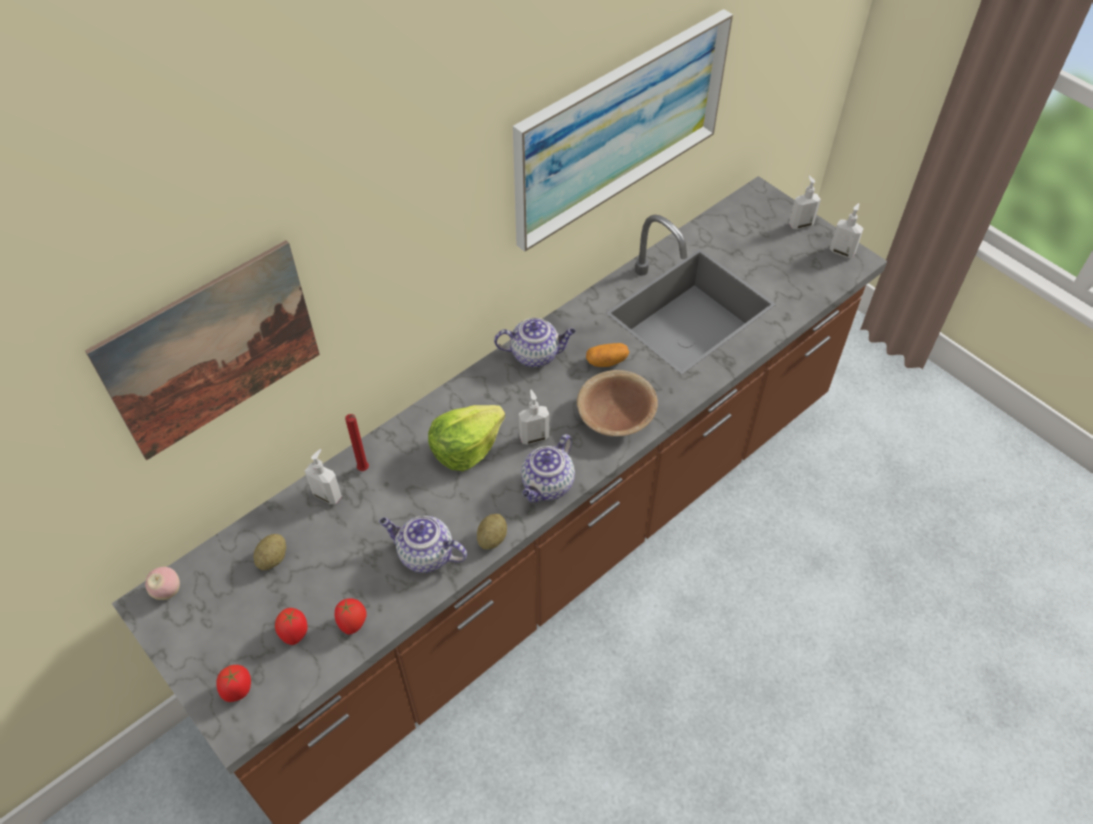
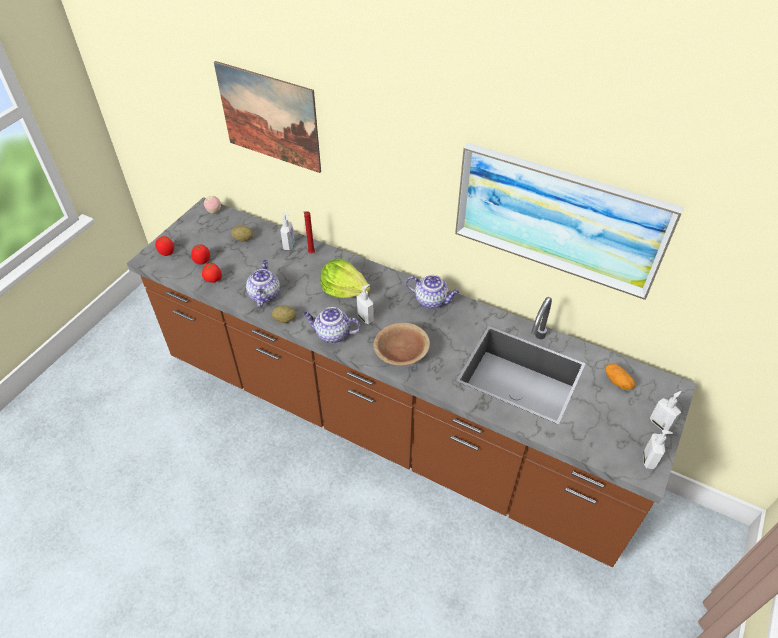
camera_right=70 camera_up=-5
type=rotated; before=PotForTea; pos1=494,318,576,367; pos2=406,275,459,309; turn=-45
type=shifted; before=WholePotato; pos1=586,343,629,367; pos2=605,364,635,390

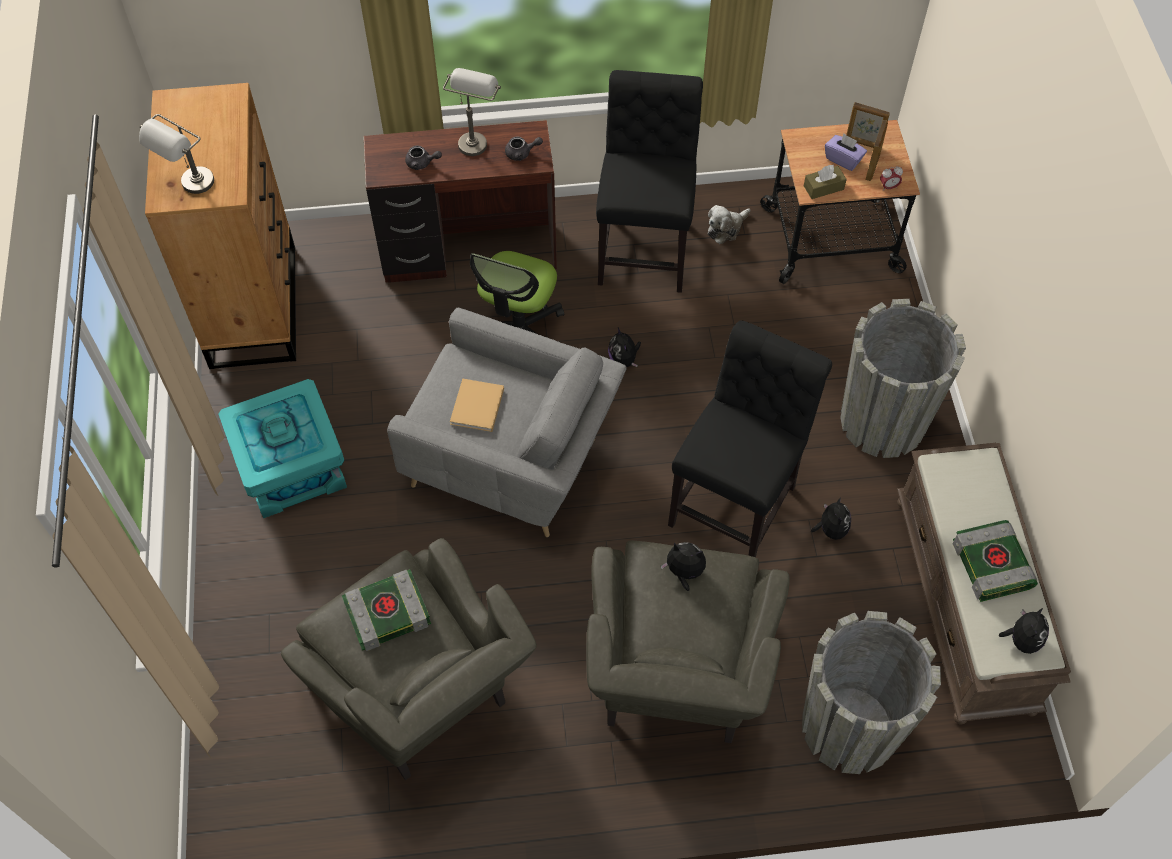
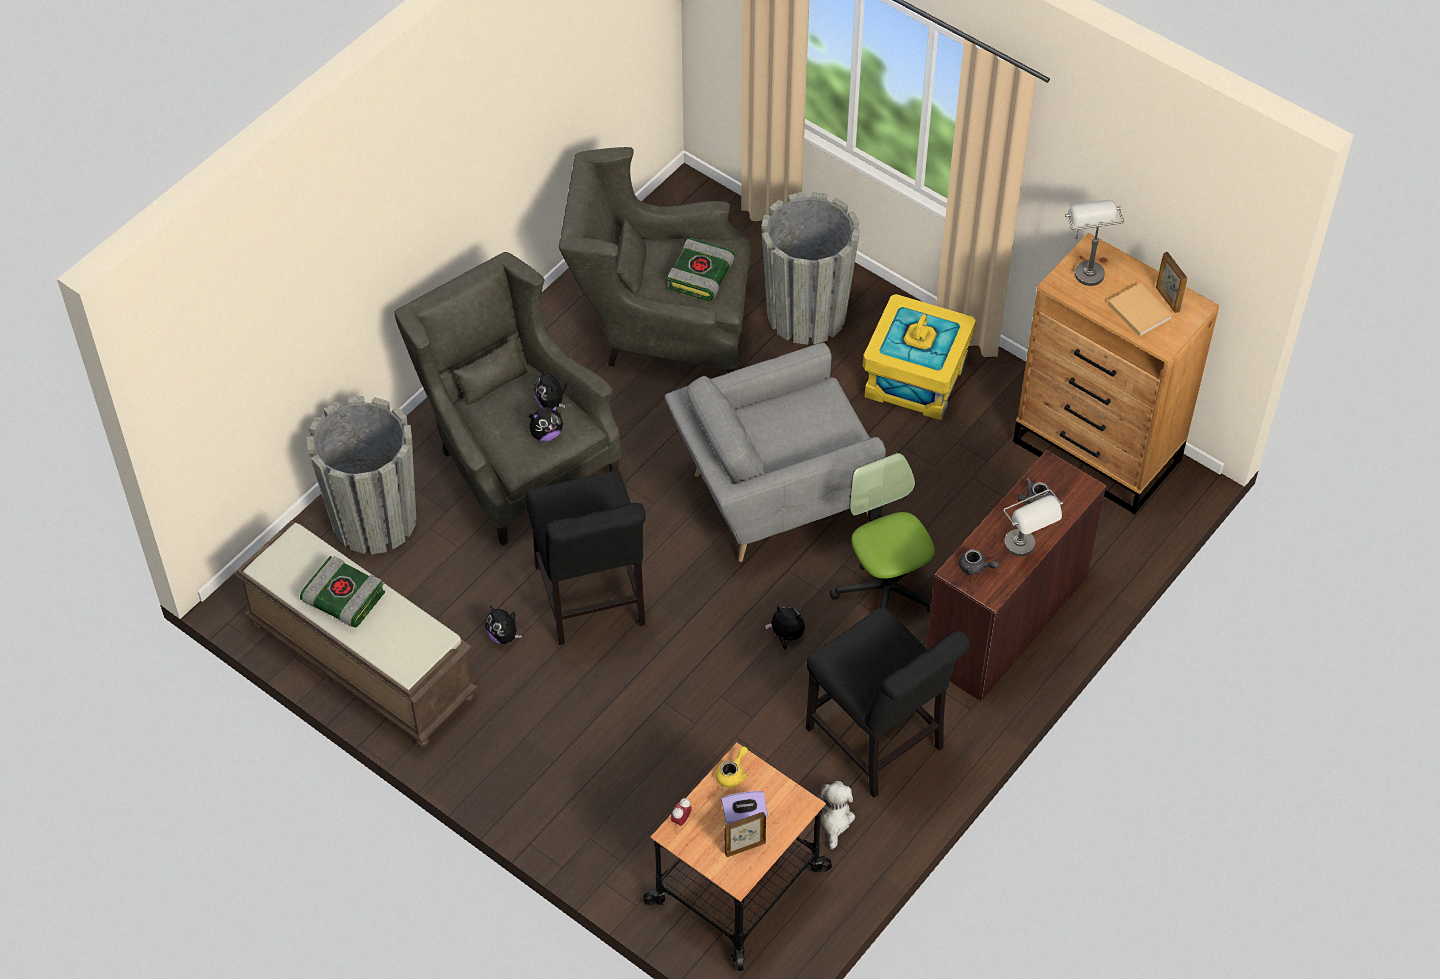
camera_right=135 camera_up=-5
type=shifted; before=StandingFrame; pos1=866,120,888,181; pos2=1156,252,1187,313
type=rotated; before=GreyishPotForTea; pos1=505,136,543,161; pos2=959,549,999,575; turn=-105
type=swapped; before=BrownishTissueBox; after=YellowColouredPotForTea; pos1=804,165,847,199; pos2=716,746,749,788
type=shifted; before=GreyishFlowerPot; pos1=840,299,966,458; pos2=761,192,860,345
type=shifted; before=SandColouredBook; pos1=450,378,504,432; pos2=1108,283,1173,337
type=repainted; before=BlueGreenStorageBox; after=YellowColouredStorageBox; pos1=218,379,347,518; pos2=863,294,976,420
type=shifted; before=CuddlyToy; pos1=999,608,1049,654; pos2=534,368,567,408

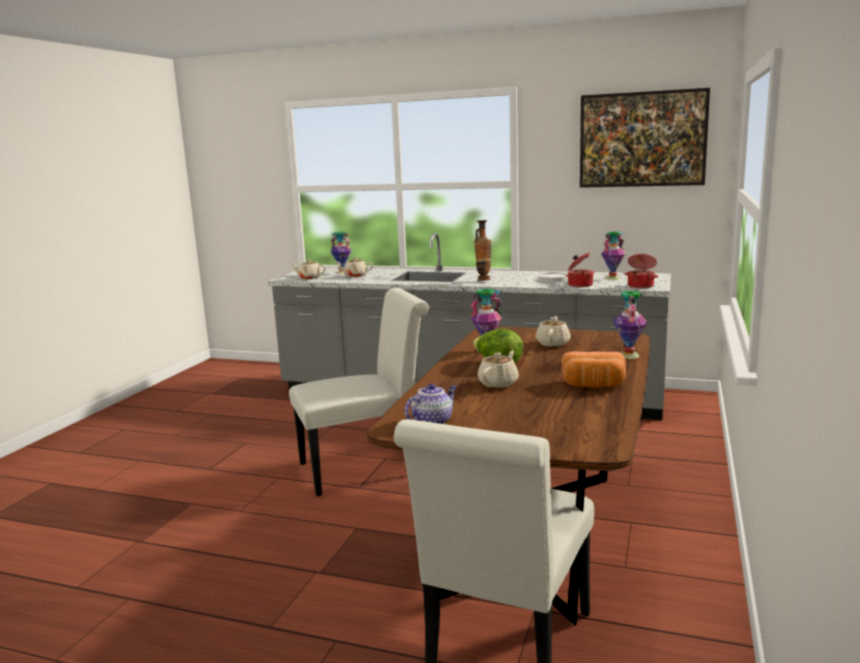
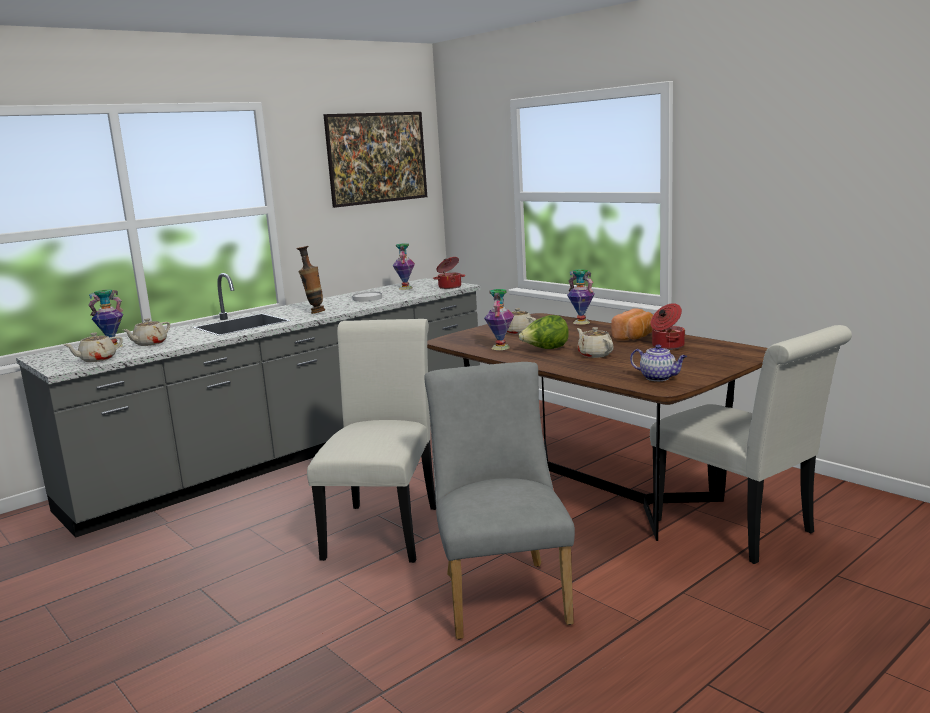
camera_right=-60 camera_up=0
type=shifted; before=Stockpot; pos1=566,252,595,287; pos2=650,303,685,350
type=rotated; before=PotForTea; pos1=405,384,457,424; pos2=630,344,687,381; turn=135
type=new; after=GreyishPlainChair; pos2=424,362,575,639

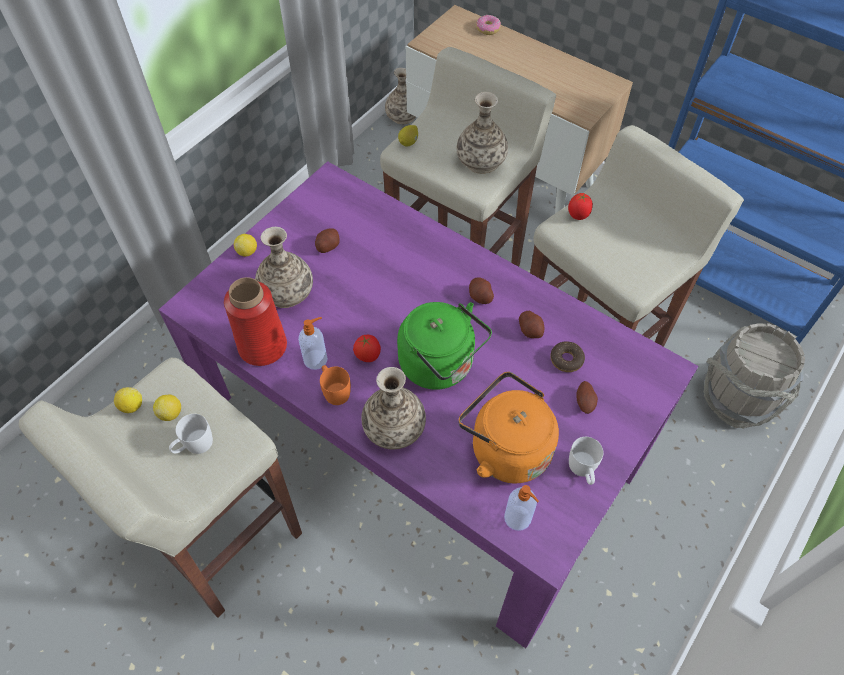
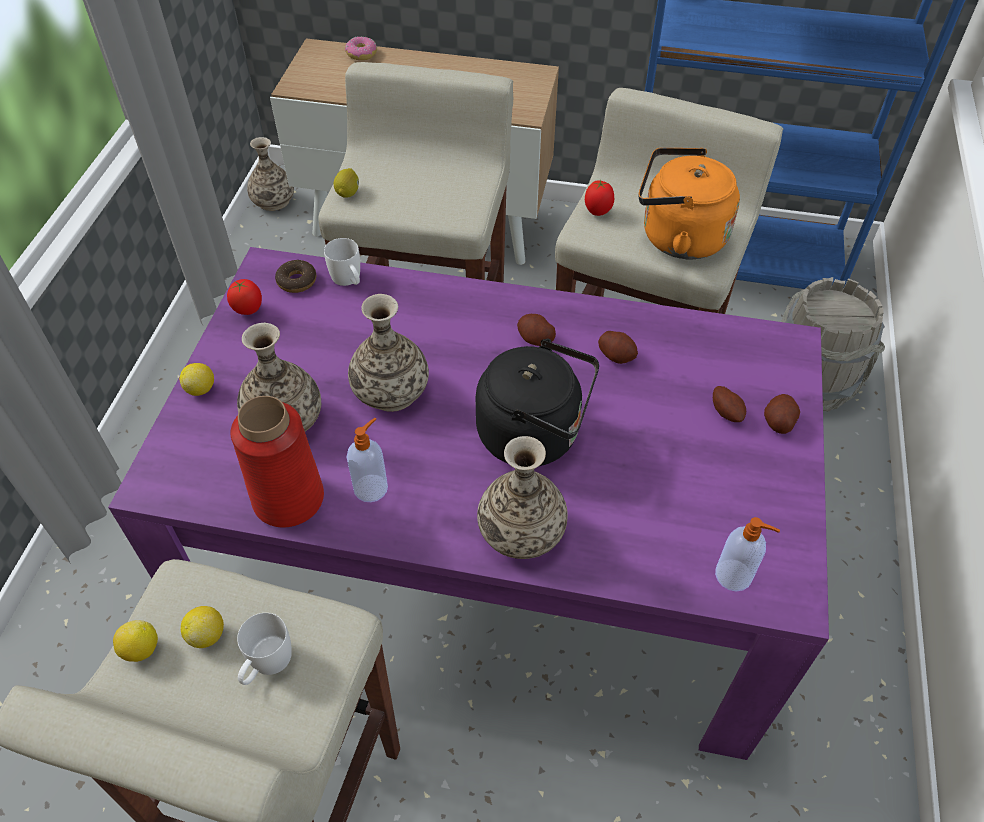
camera_right=-25 camera_up=-5
type=shifted; before=DecorativeVase; pos1=457,92,508,174; pos2=348,294,429,412
type=shifted; before=WholePotato; pos1=315,228,340,253; pos2=764,394,800,434
type=repainted; before=GreenishWaterKettle; after=BlackishWaterKettle; pos1=397,302,492,390; pos2=475,339,599,466
type=shifted; before=WholeTomato; pos1=353,335,381,362; pos2=227,279,262,315
type=shifted; before=RingDoughnut; pos1=550,341,585,372; pos2=275,260,316,293
type=gone; before=OrangeMug; pos1=320,365,351,405
type=shifted; before=OrangeWaterKettle; pos1=458,372,559,484; pos2=639,147,740,260
type=shifted; before=WhiteMug; pos1=569,437,603,485; pos2=324,238,360,286

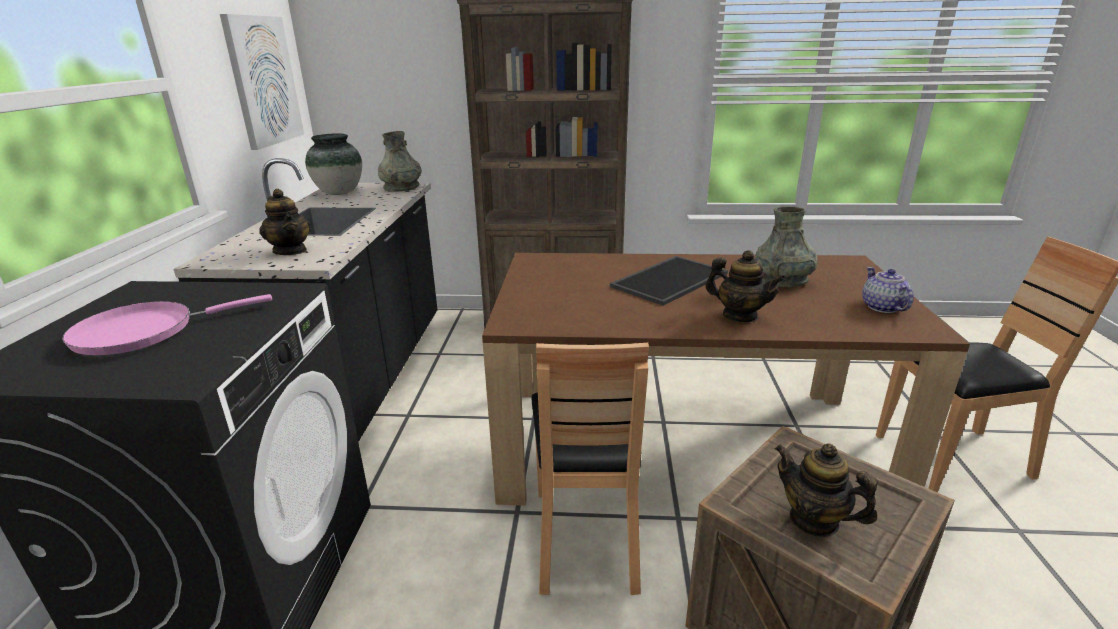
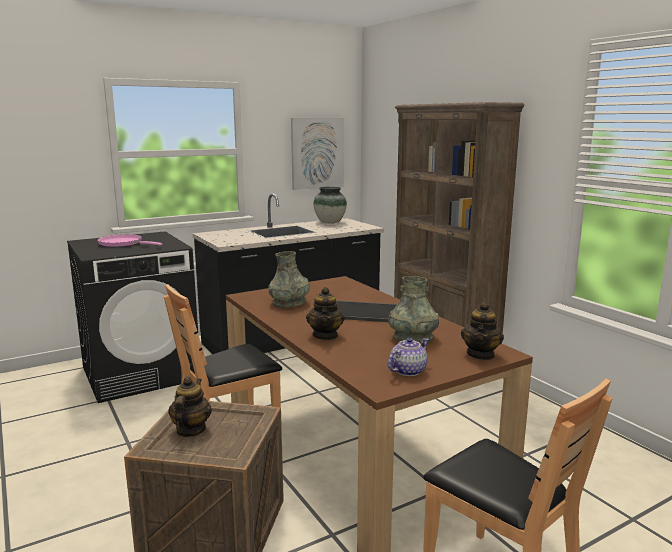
camera_right=55 camera_up=-10
type=shifted; before=GreyishDecorativeVase; pos1=378,131,422,191; pos2=268,251,310,308
type=shifted; before=PotForTea; pos1=259,189,311,255; pos2=461,302,504,360

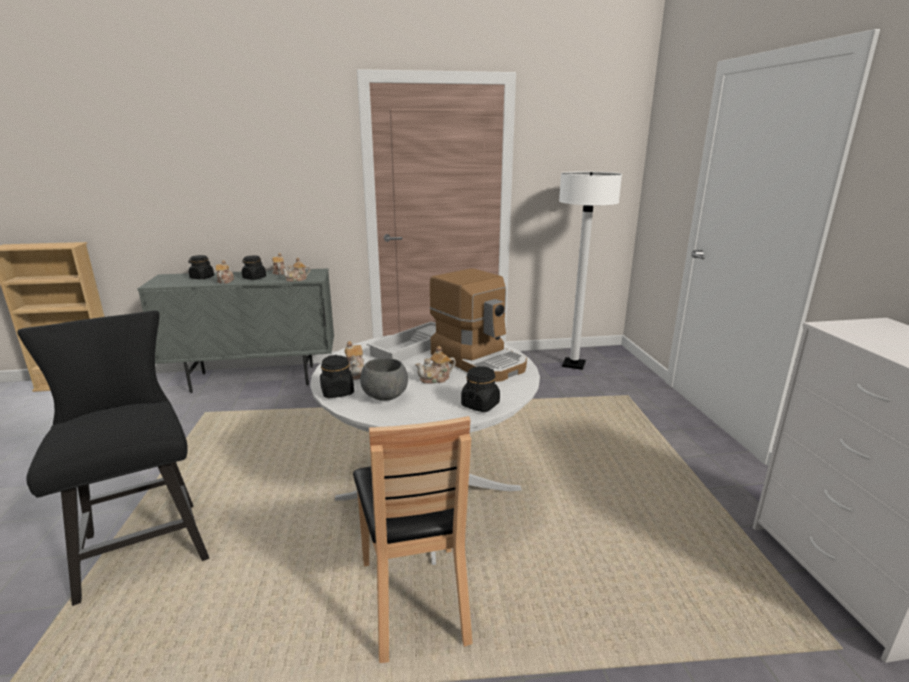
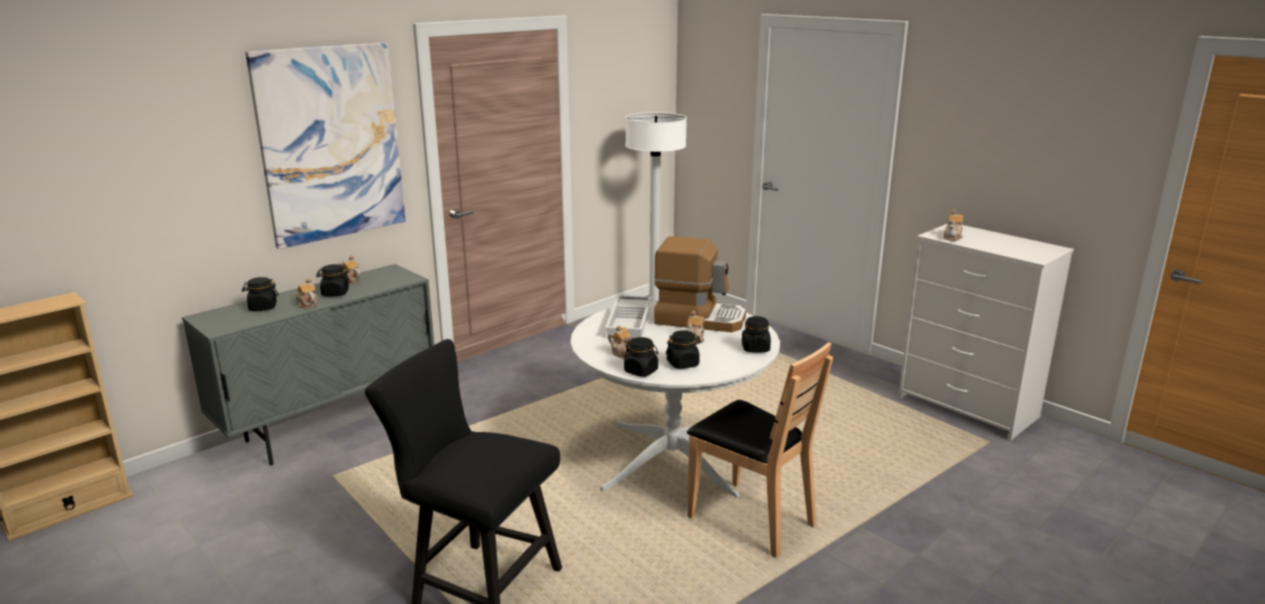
camera_right=-35 camera_up=0
type=shifted; before=PotForTea; pos1=282,257,310,282; pos2=944,210,963,241
type=swapped; before=GreyishServingBowl; after=BlackishJar; pos1=360,358,408,401; pos2=666,330,701,369
type=new; after=Picture; pos2=245,42,406,249

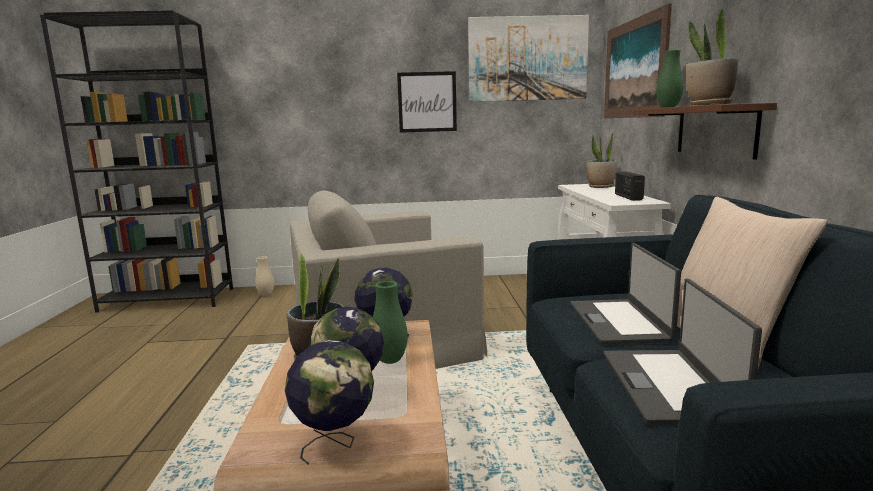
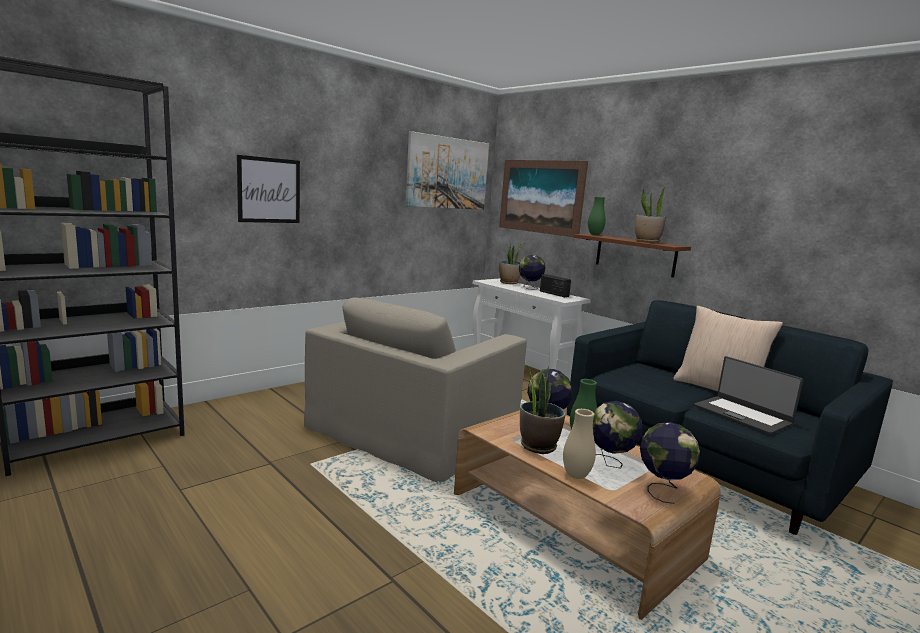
camera_right=-40 camera_up=0
type=shifted; before=Picture; pos1=397,71,457,133; pos2=237,155,300,223
type=gone; before=PortableComputer; pos1=570,243,681,344
type=shifted; before=SandColouredDecorativeVase; pos1=255,256,274,296; pos2=563,409,596,479
type=new; after=Globe; pos2=519,255,545,289

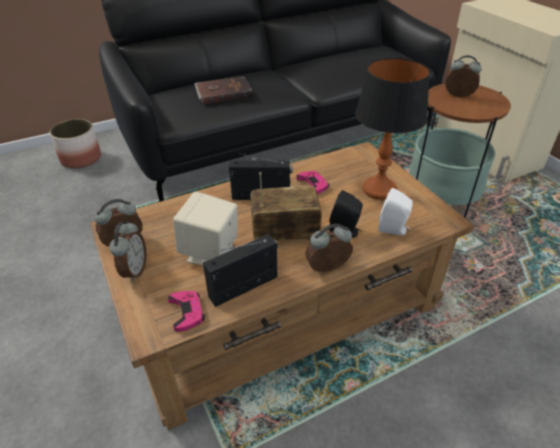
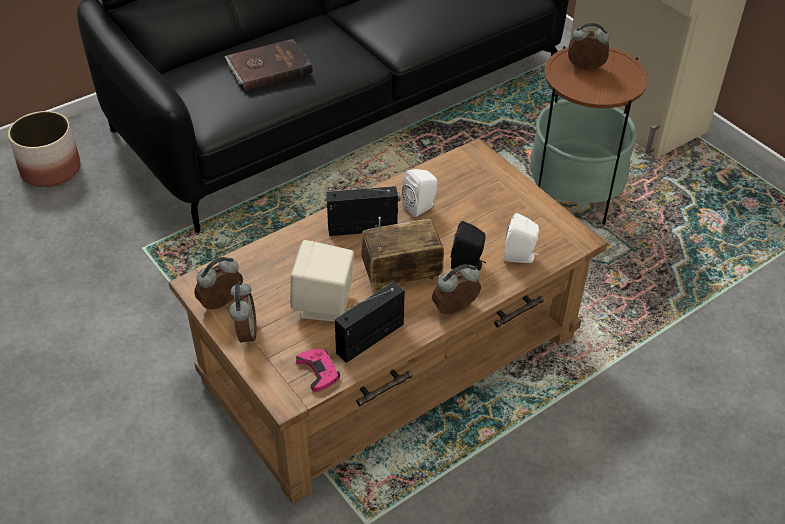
camera_right=-10 camera_up=5
type=gone; before=TableLamp; pos1=355,58,430,200
type=swapped; before=PinkColouredGameController; after=WhiteLoudspeaker; pos1=296,171,329,194; pos2=401,169,438,217

